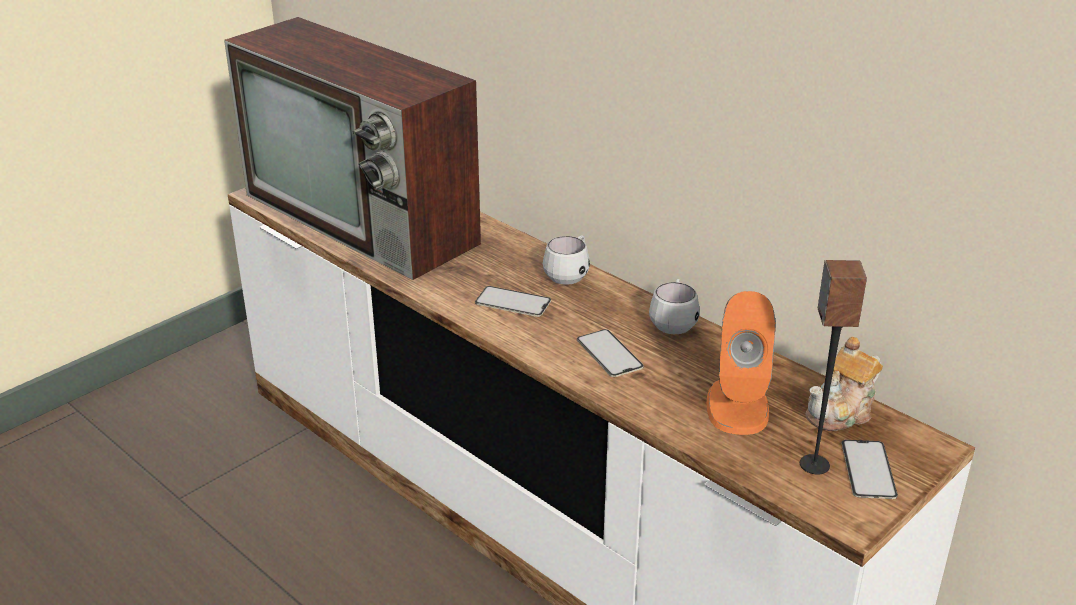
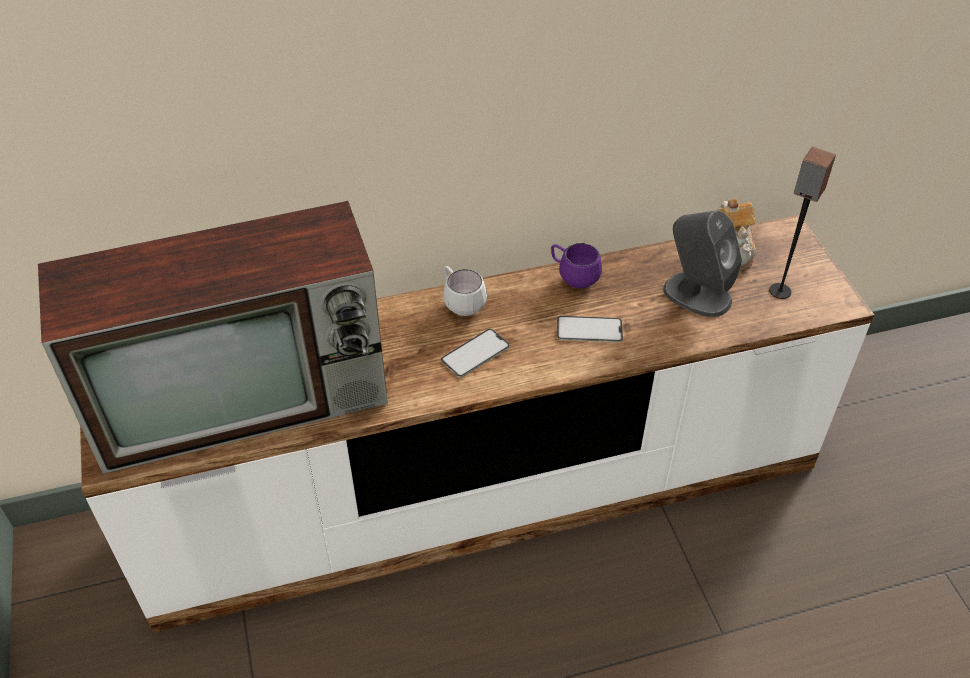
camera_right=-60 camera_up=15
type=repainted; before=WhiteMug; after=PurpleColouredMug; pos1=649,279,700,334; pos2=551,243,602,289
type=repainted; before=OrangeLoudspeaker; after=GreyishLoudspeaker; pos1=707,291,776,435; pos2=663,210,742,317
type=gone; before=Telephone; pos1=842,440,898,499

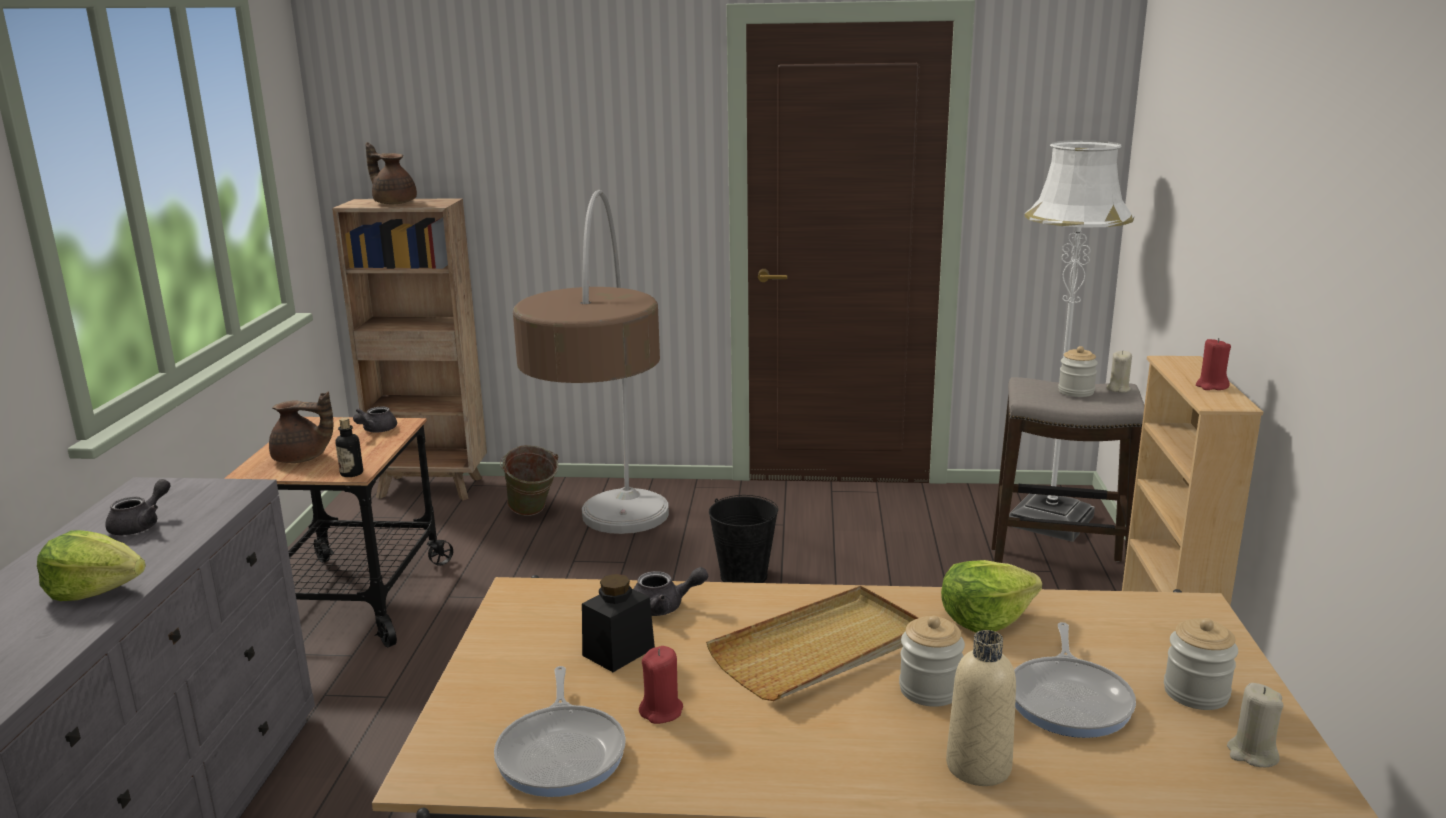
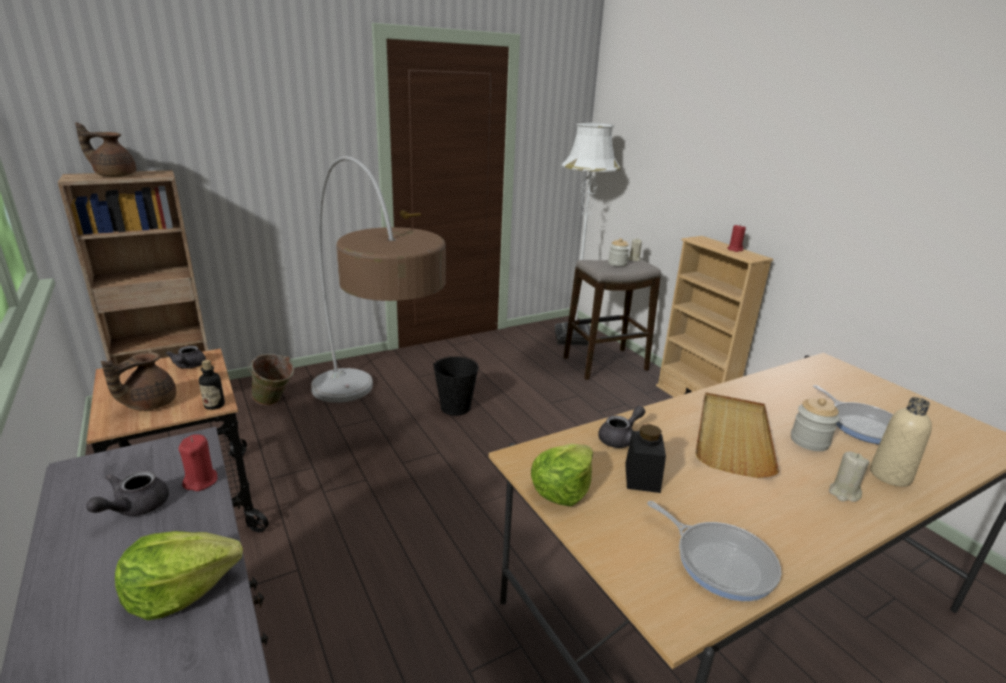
camera_right=-35 camera_up=5
type=rotated; before=BrownishPotForTea; pos1=269,392,334,463; pos2=101,352,176,410; turn=150
type=rotated; before=GreyishPotForTea; pos1=105,479,171,535; pos2=86,471,169,516; turn=-150
type=shifted; before=Lettuce; pos1=941,560,1042,633; pos2=531,444,593,507
type=gone; before=Jar; pos1=1164,618,1238,710
type=shifted; before=ReddishCandle; pos1=639,646,683,724; pos2=178,435,218,491
type=shifted; before=SandColouredCandle; pos1=1227,683,1283,767; pos2=829,452,870,502

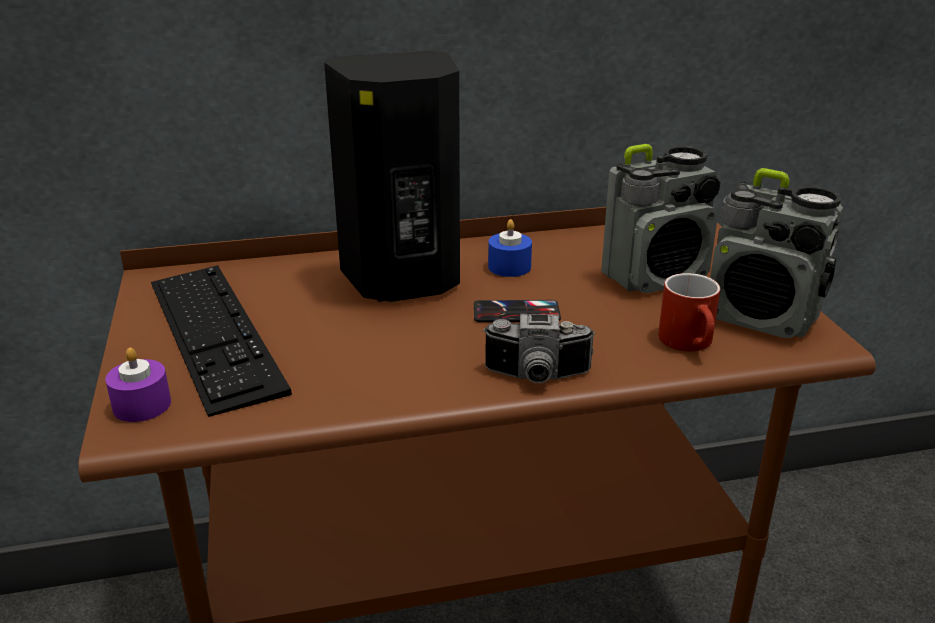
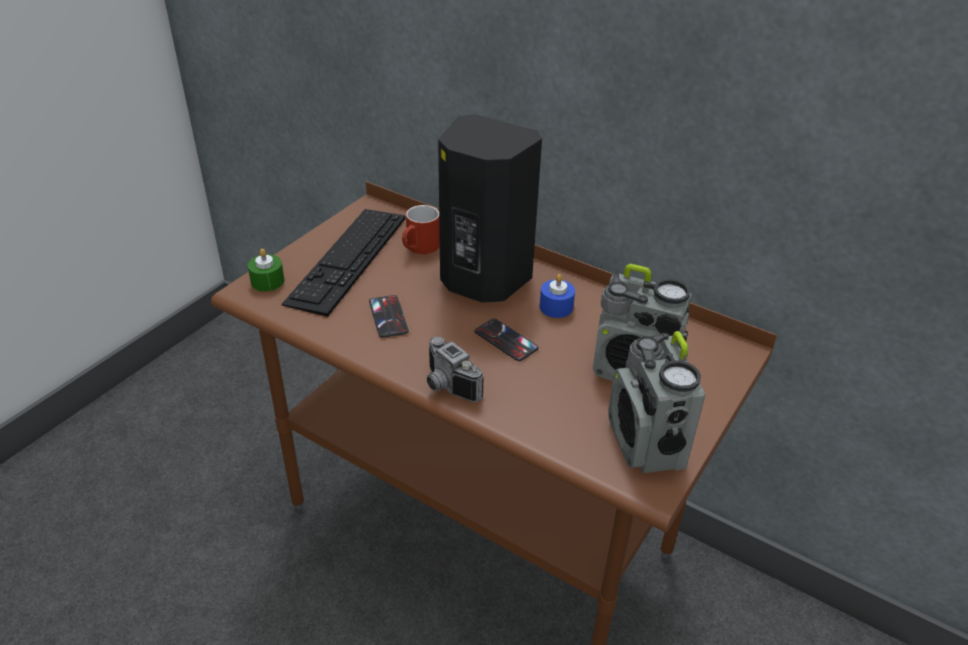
camera_right=45 camera_up=10
type=shifted; before=ReddishMug; pos1=658,273,720,352; pos2=402,205,440,254
type=repainted; before=PurpleColouredCandle; after=GreenishCandle; pos1=105,348,171,422; pos2=248,249,285,292
type=new; after=Telephone; pos2=369,295,409,338

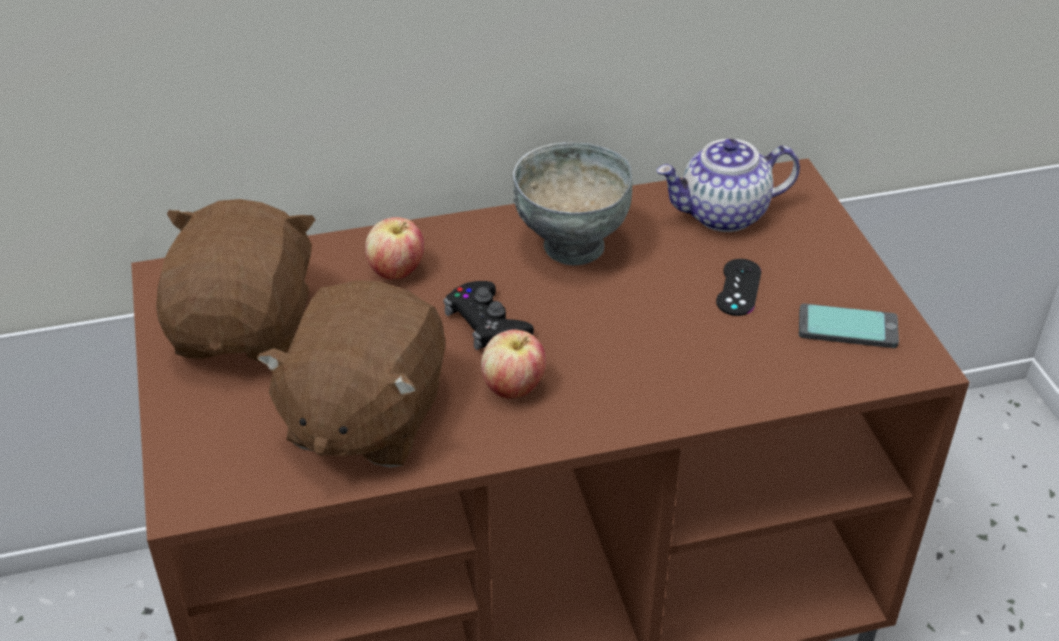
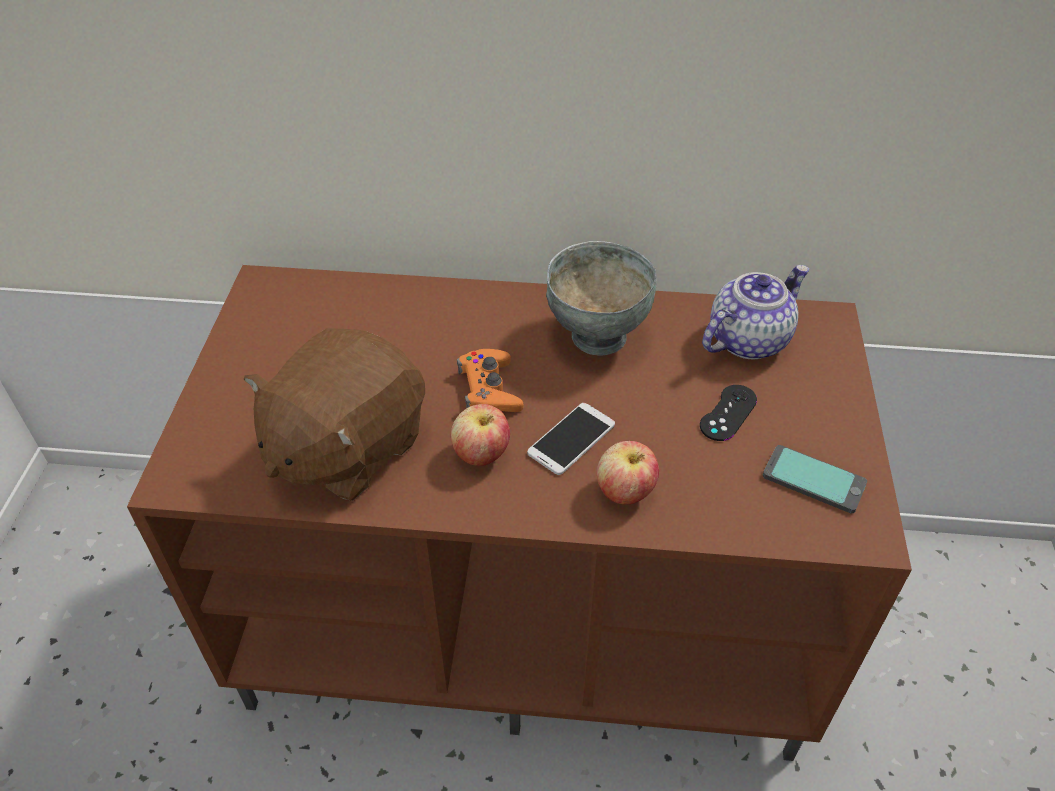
camera_right=20 camera_up=5
type=rotated; before=PotForTea; pos1=657,139,800,232; pos2=702,265,809,359; turn=135
type=gone; before=BrownishCuddlyToy; pos1=156,199,316,361
type=shifted; before=WholeApple; pos1=365,217,424,280; pos2=597,441,659,504
type=repainted; before=BlackishGameController; after=OrangeGameController; pos1=443,281,534,350; pos2=457,349,523,412
type=new; after=Telephone; pos2=527,403,615,475

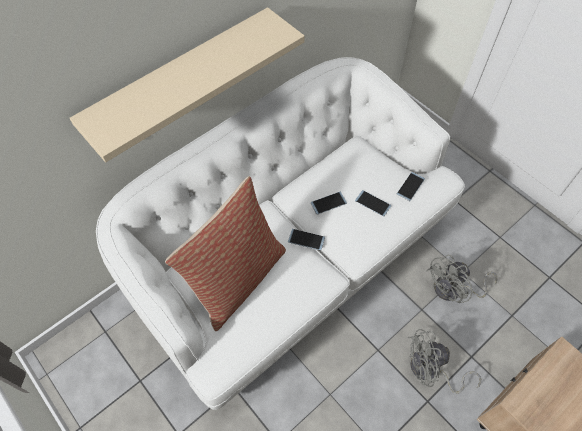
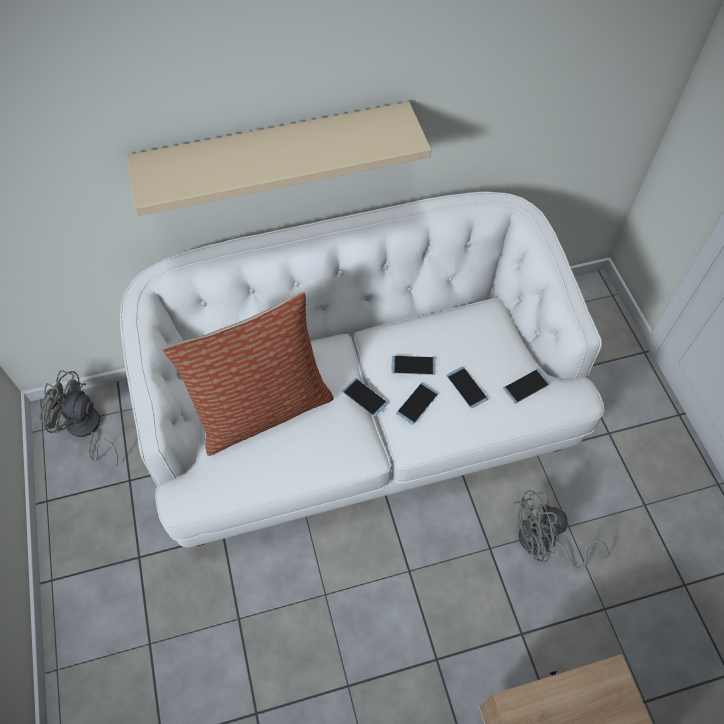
camera_right=25 camera_up=0
type=shifted; before=GreyishElectricFan; pos1=408,329,481,394; pos2=39,370,118,466
type=new; after=Telephone; pos2=396,382,438,425

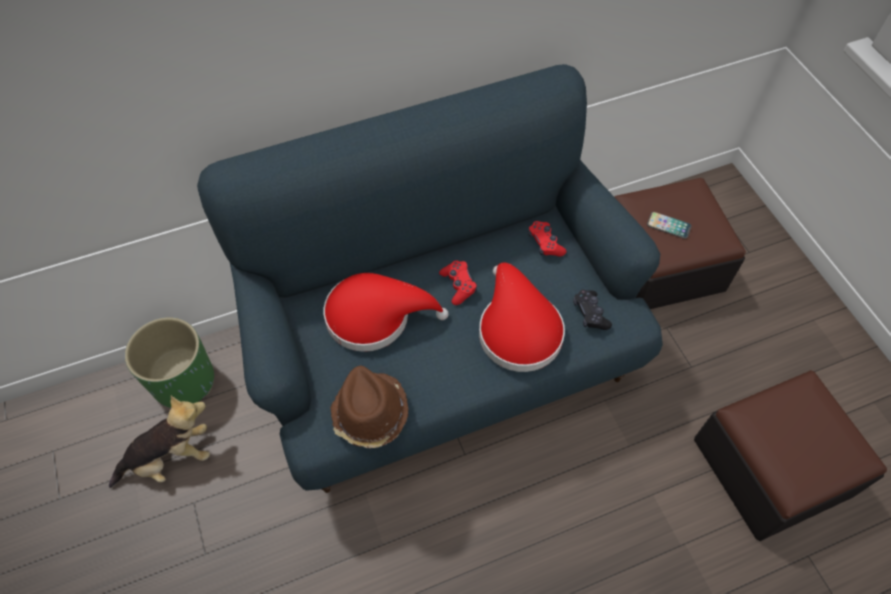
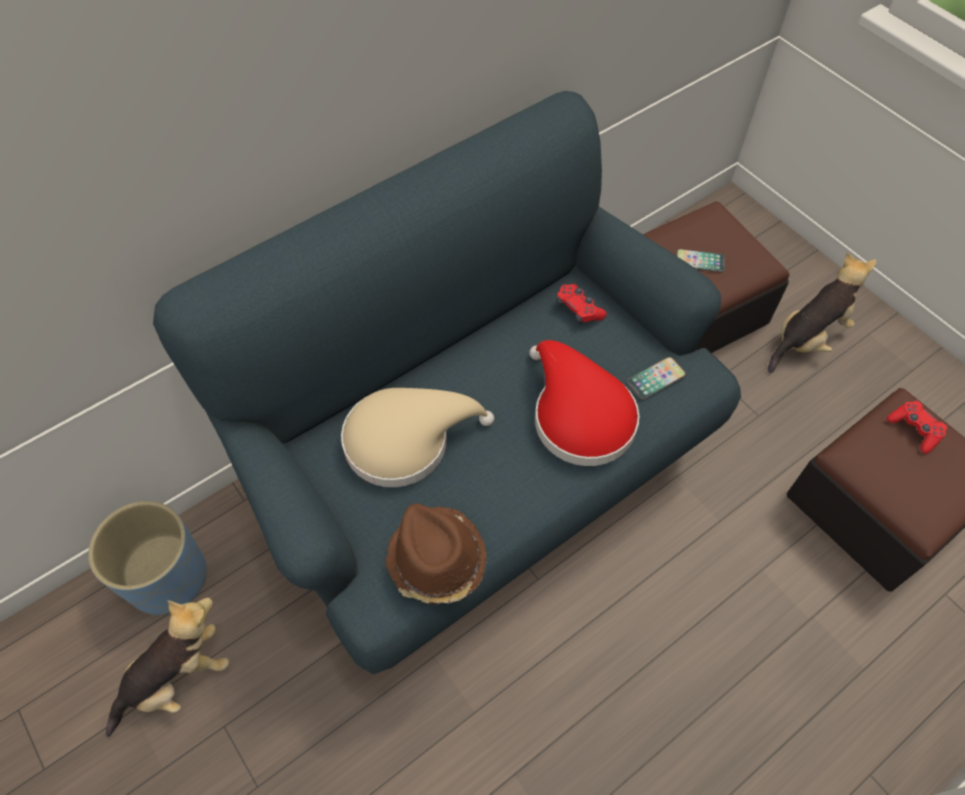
camera_right=-15 camera_up=0
type=shifted; before=ReddishGameController; pos1=439,261,477,305; pos2=887,401,947,454
type=repainted; before=ReddishClothingHat; after=SandColouredClothingHat; pos1=324,273,449,352; pos2=341,388,494,487
type=swapped; before=BlackishGameController; after=Telephone; pos1=573,289,612,330; pos2=627,357,686,400
type=repainted; before=GreenishFlowerPot; after=BlueColouredFlowerPot; pos1=125,317,214,408; pos2=88,501,207,615
type=new; after=CuddlyToy; pos2=768,252,876,373

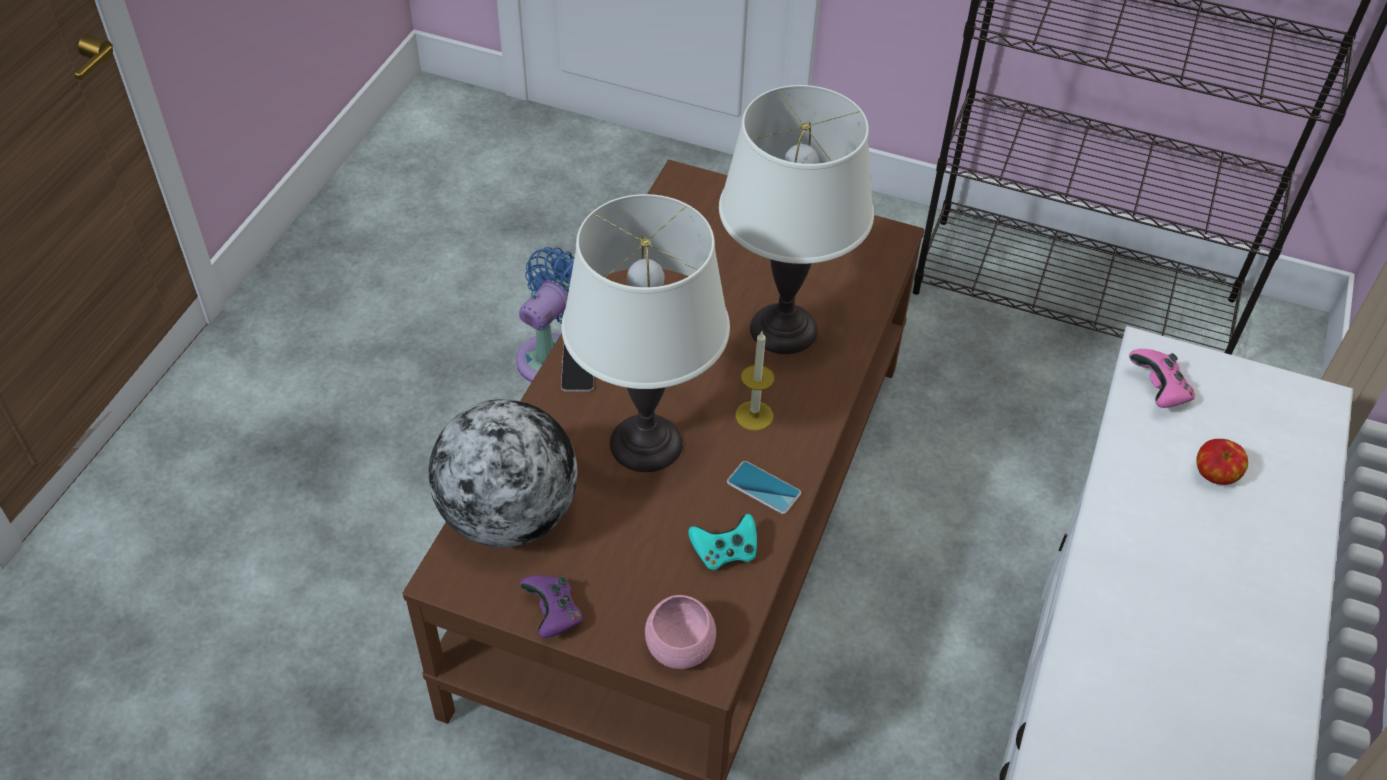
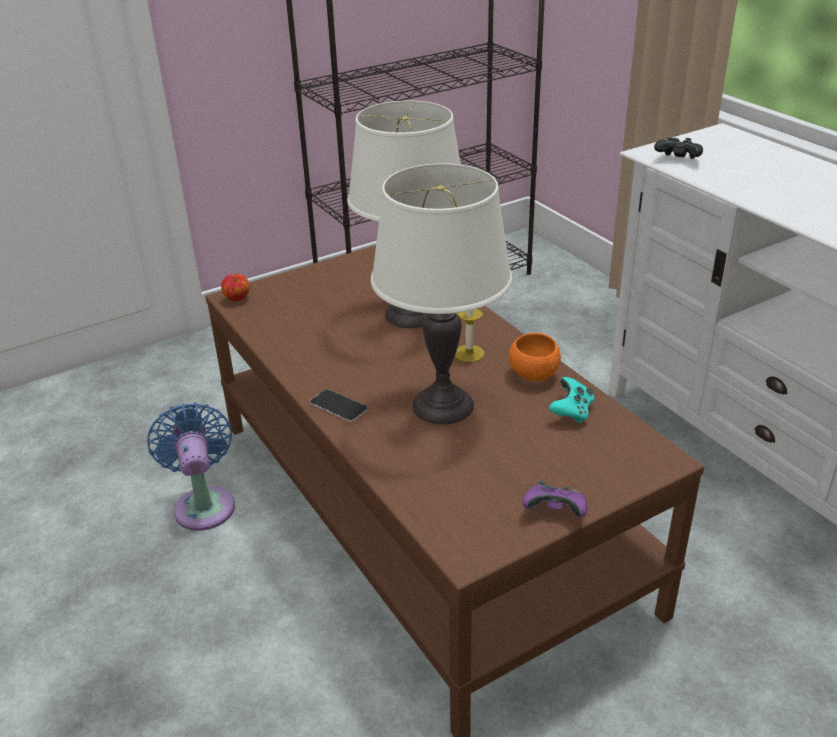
camera_right=-50 camera_up=-15
type=repainted; before=PinkColouredGameController; after=BlackishGameController; pos1=1129,349,1195,408; pos2=654,137,703,159
type=gone; before=Globe; pos1=428,399,577,548
type=shifted; before=WholeApple; pos1=1196,439,1248,485; pos2=221,274,250,301
type=swapped; before=Telephone; after=OrangeServingBowl; pos1=727,461,801,514; pos2=509,333,561,381
type=gone; before=PinkColouredServingBowl; pos1=645,595,716,669

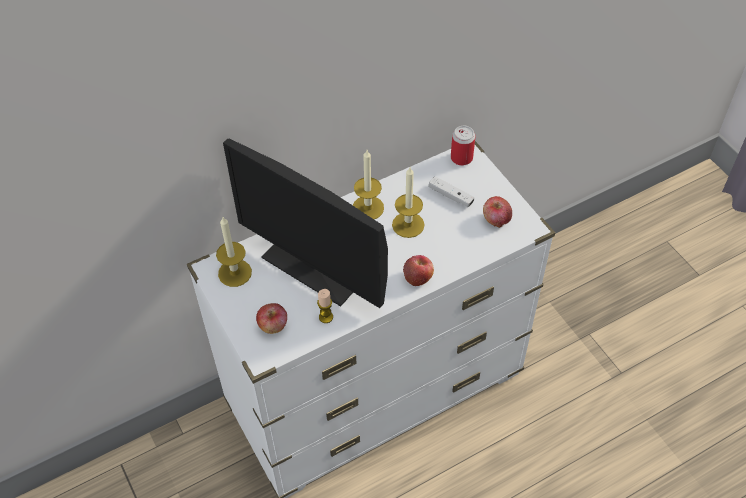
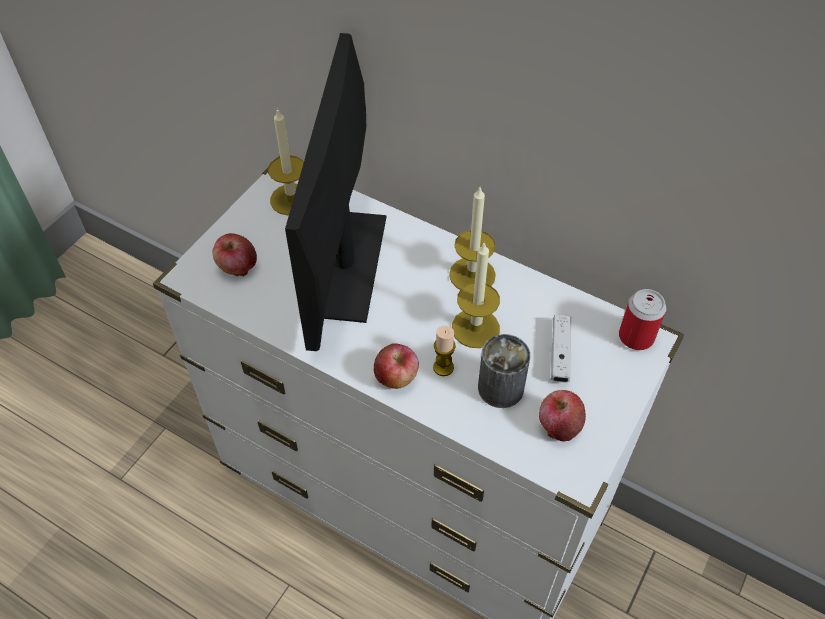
camera_right=60 camera_up=0
type=shifted; before=Candle; pos1=317,289,333,323; pos2=433,326,456,376
type=new; after=Can; pos2=478,334,530,408

